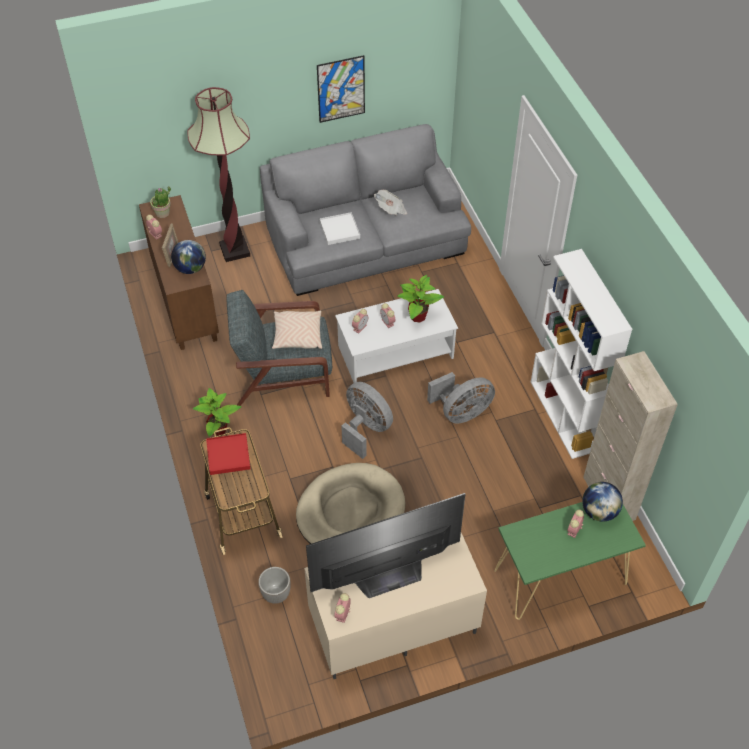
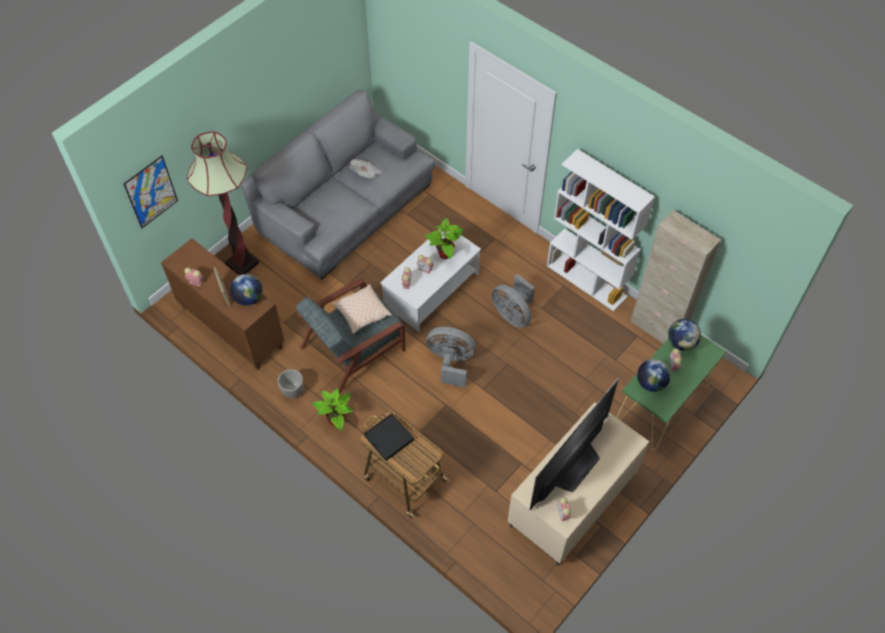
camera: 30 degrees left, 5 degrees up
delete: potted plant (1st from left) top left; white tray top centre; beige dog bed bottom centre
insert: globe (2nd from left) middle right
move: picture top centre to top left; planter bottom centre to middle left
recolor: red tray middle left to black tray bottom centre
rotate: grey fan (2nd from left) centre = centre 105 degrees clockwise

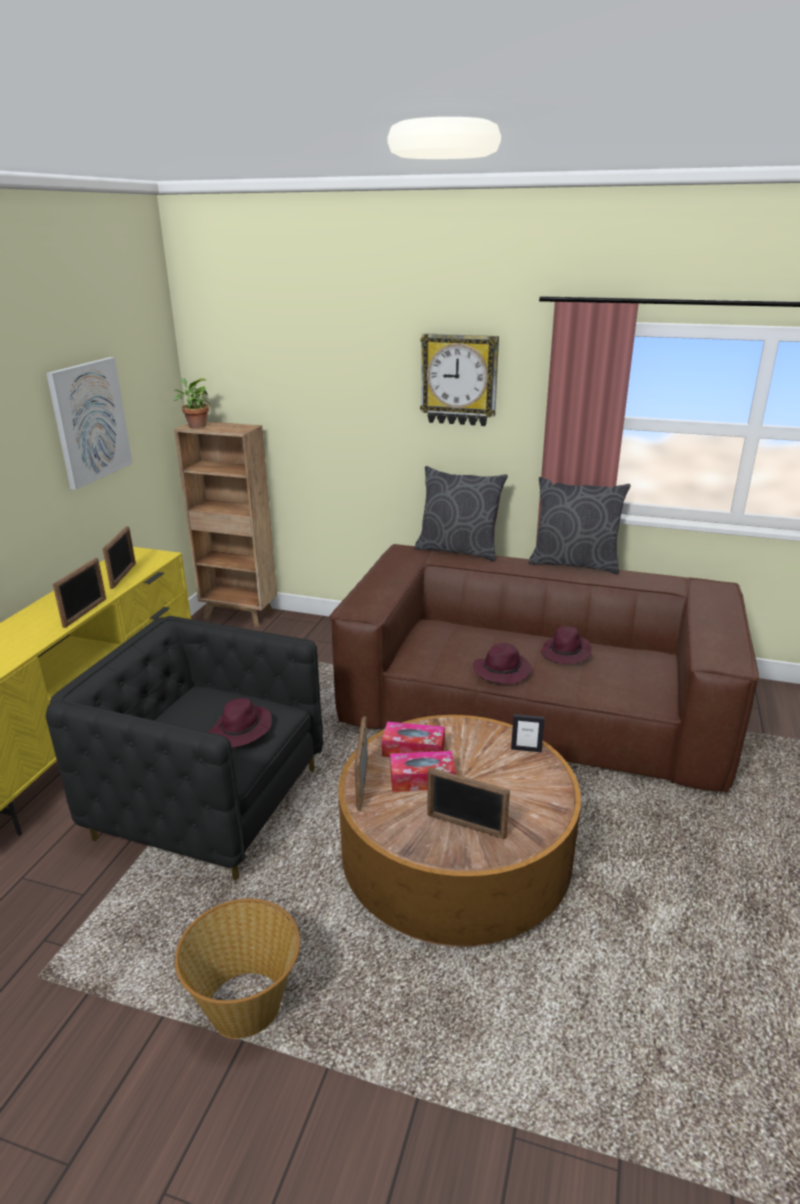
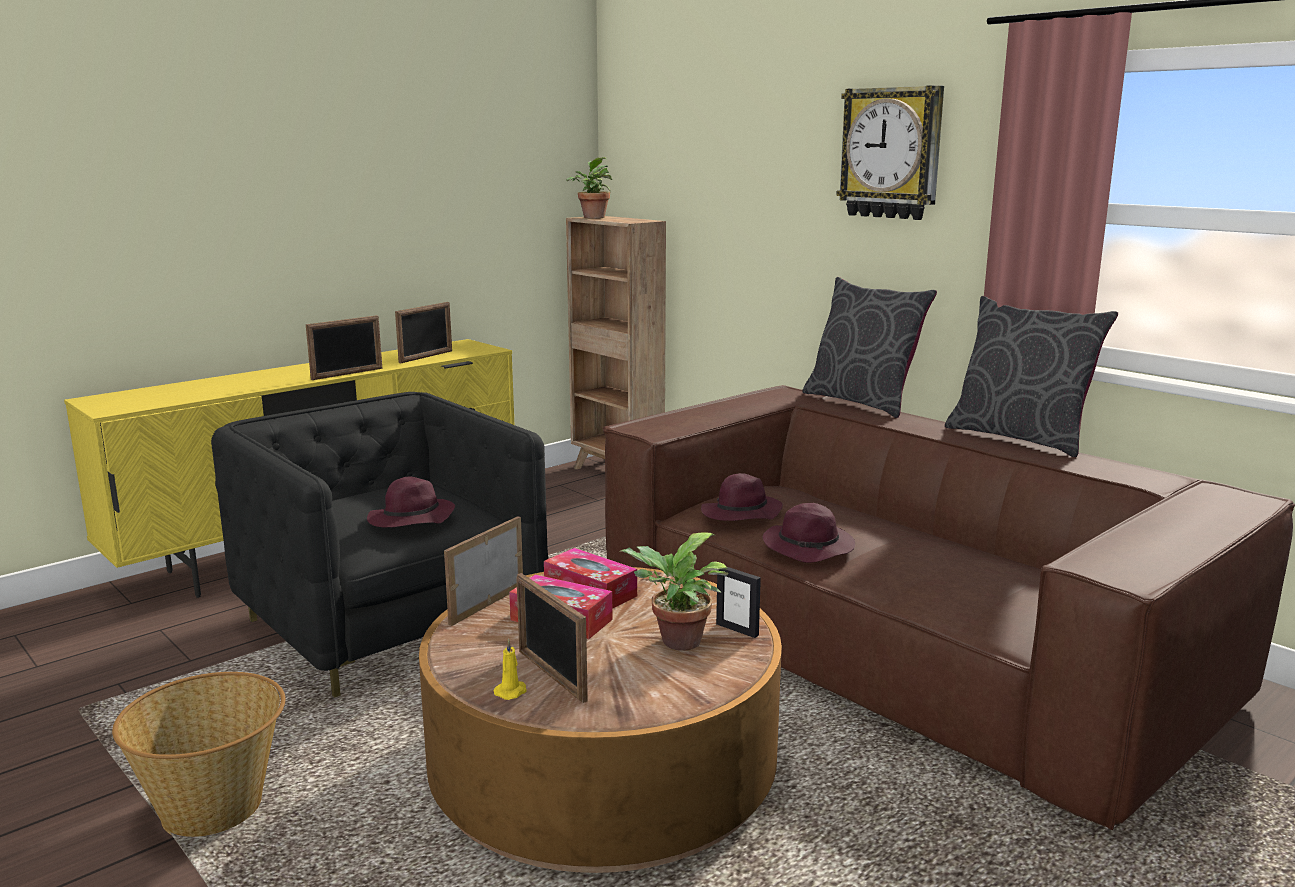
camera: 30 degrees right, 10 degrees down
delete: picture middle left
insert: potted plant (2nd from left) centre; yellow candle bottom centre
move: purple hat (3rd from left in the first image) middle right to purple hat (2nd from left) centre

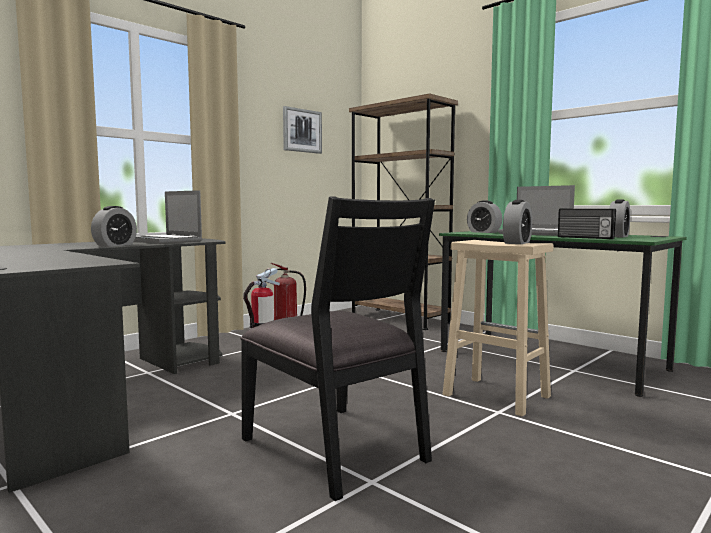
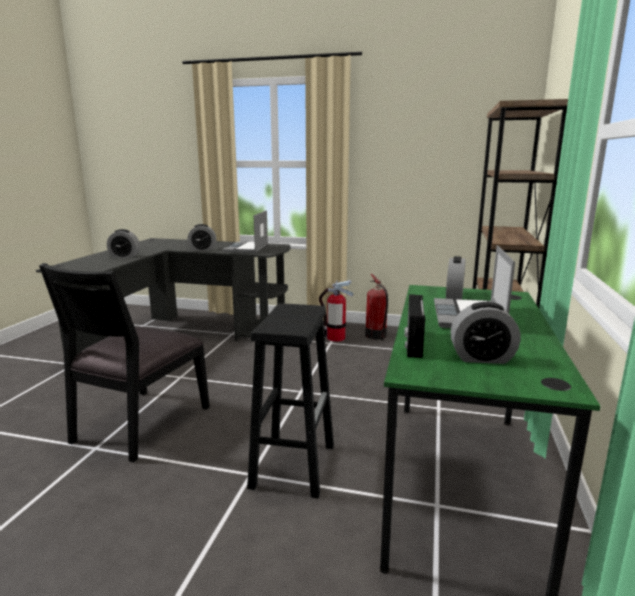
camera: 60 degrees right, 10 degrees up
delete: picture top centre
move: alarm clock (3rd from left in the first image) middle right to alarm clock (1st from left) middle left
recolor: beige stool middle right to black stool bottom centre

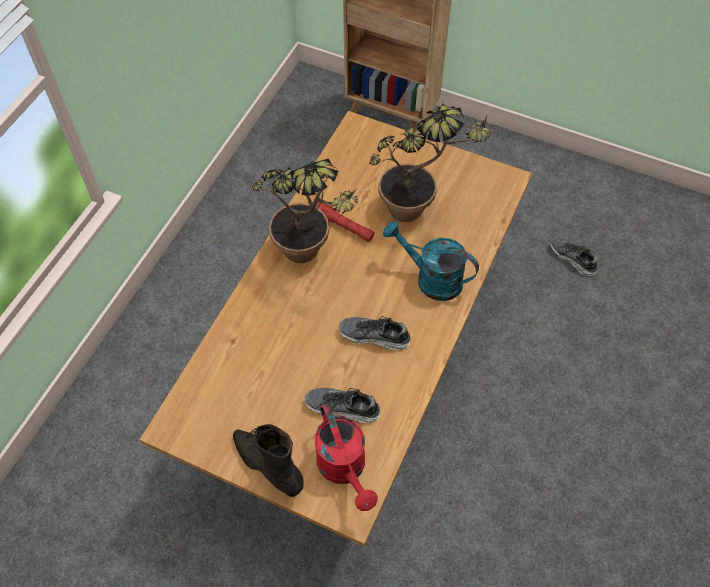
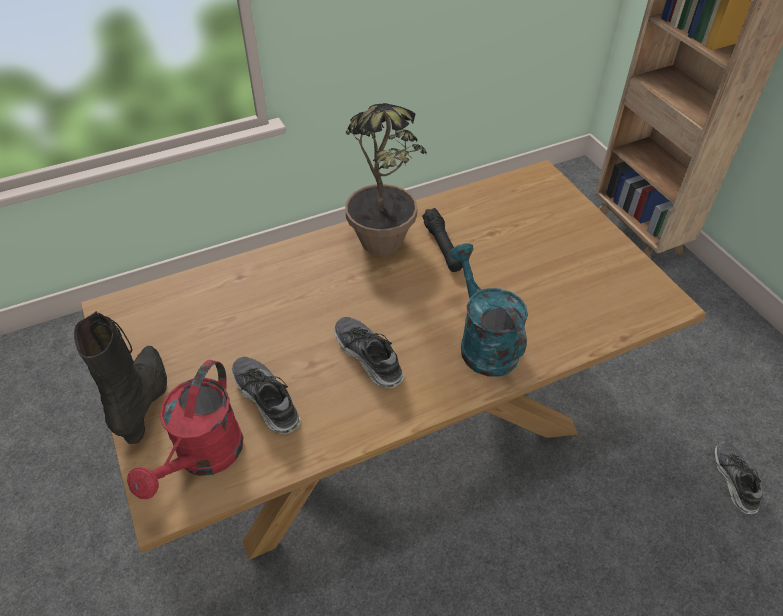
camera: 40 degrees right, 10 degrees down
delete: potted plant (2nd from left) top centre
recolor: red flashlight centre to black flashlight centre

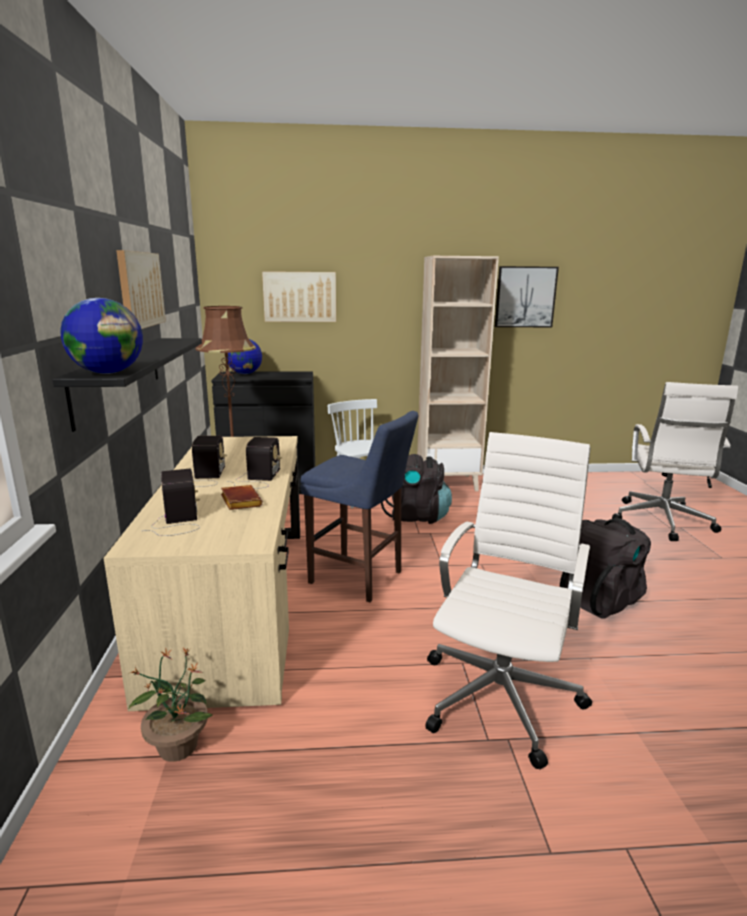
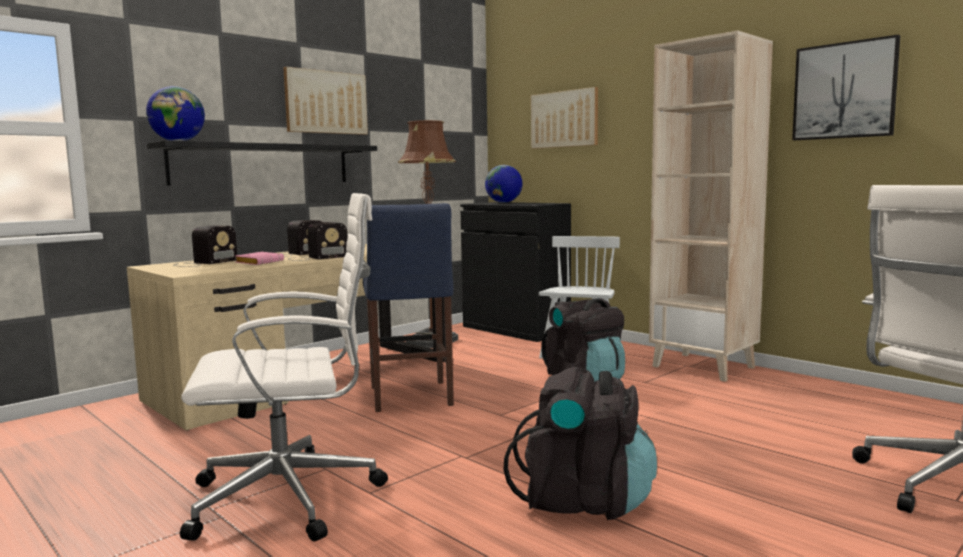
camera: 50 degrees right, 10 degrees down
delete: potted plant bottom left
recolor: brown book middle left to pink book middle left

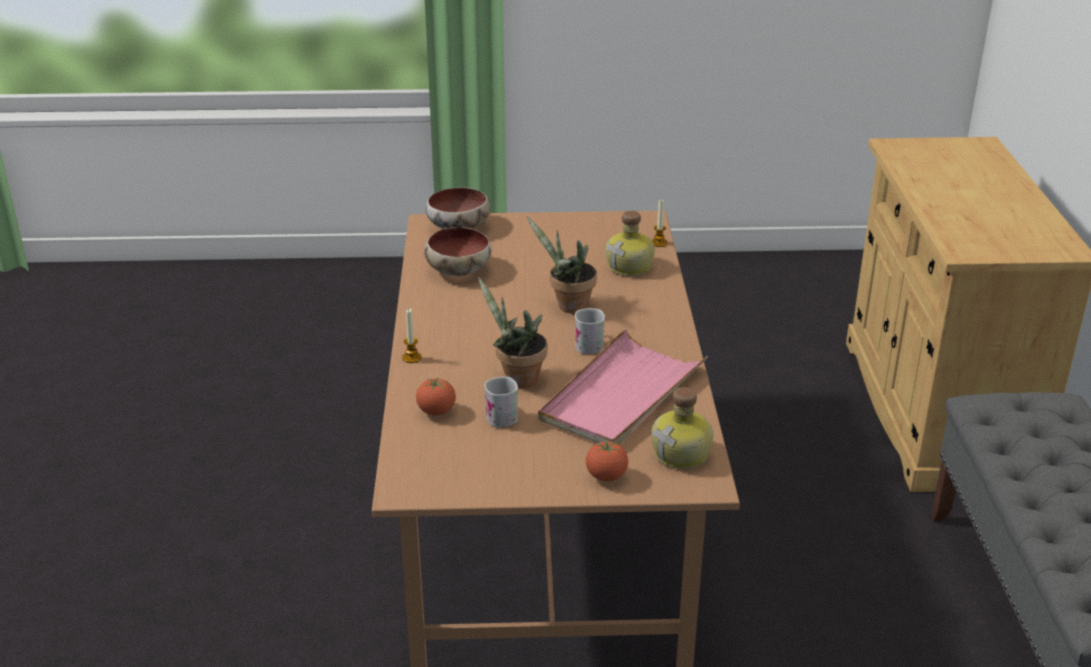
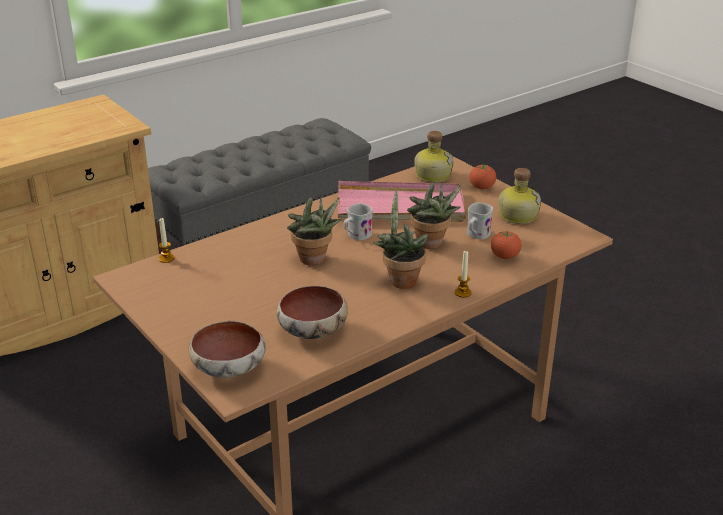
camera: 125 degrees left, 0 degrees up
insert: potted plant (2nd from left) centre
move: bottle (1st from left in the first image) centre to bottle (2nd from left) middle right

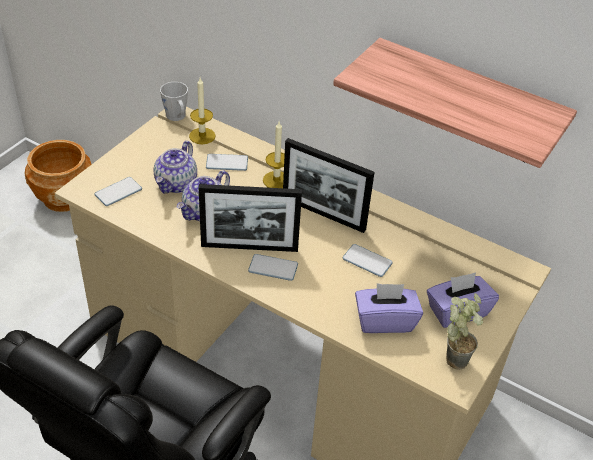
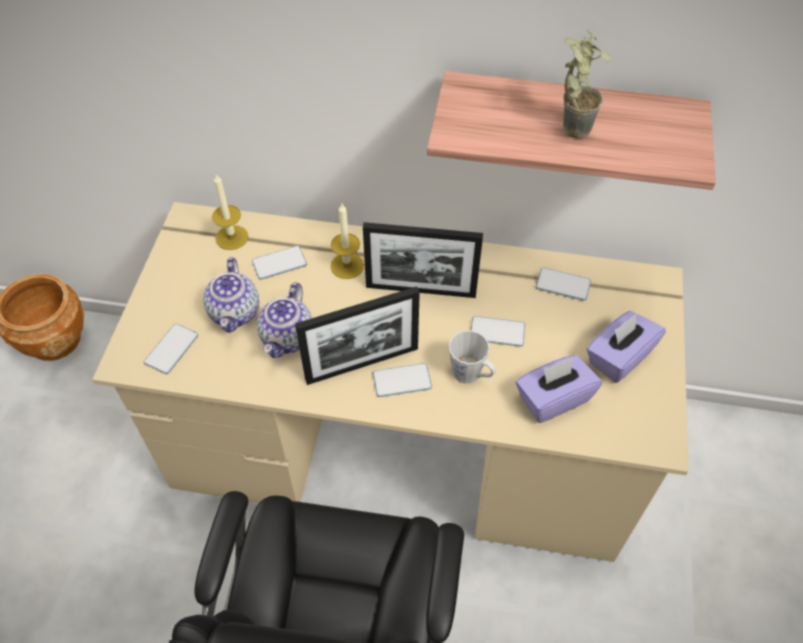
camera: 20 degrees left, 10 degrees up
insert: phone (5th from left) middle right
move: grey mug top left to centre; potted plant bottom right to top right

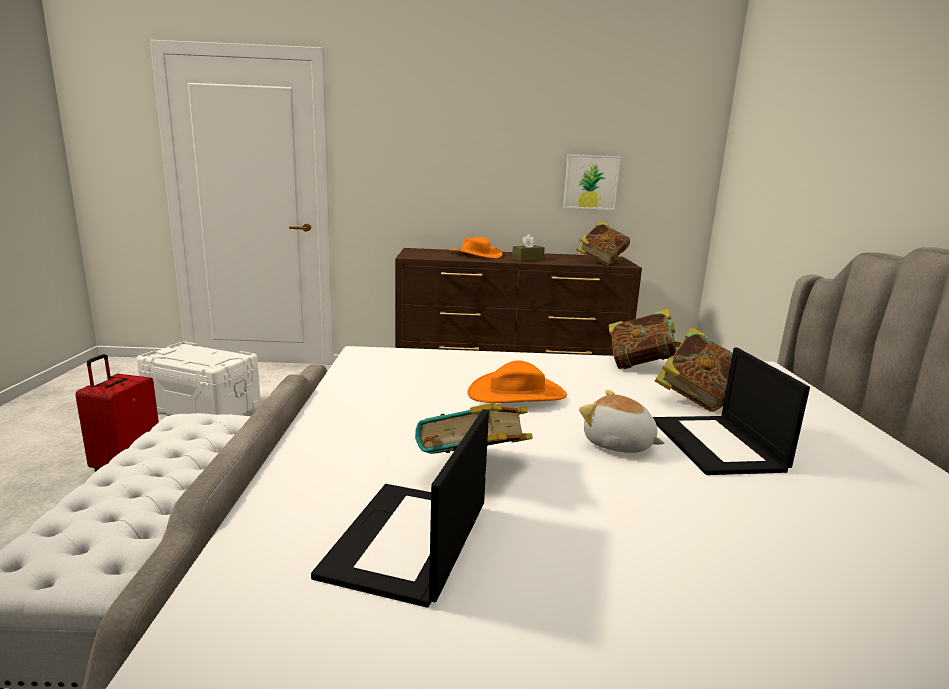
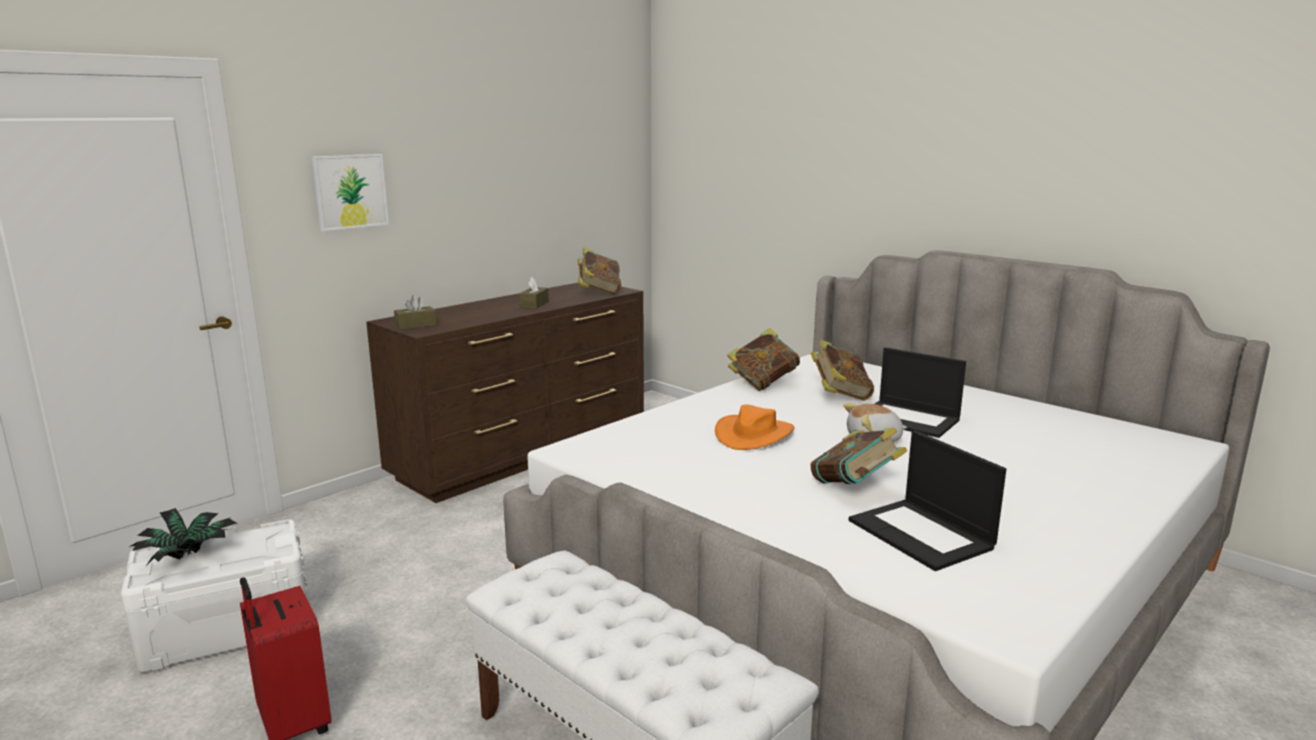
camera: 45 degrees left, 0 degrees up
delete: orange hat (1st from left) centre
insert: brown tissue box (1st from left) middle left; potted plant bottom left
move: picture top centre to top left

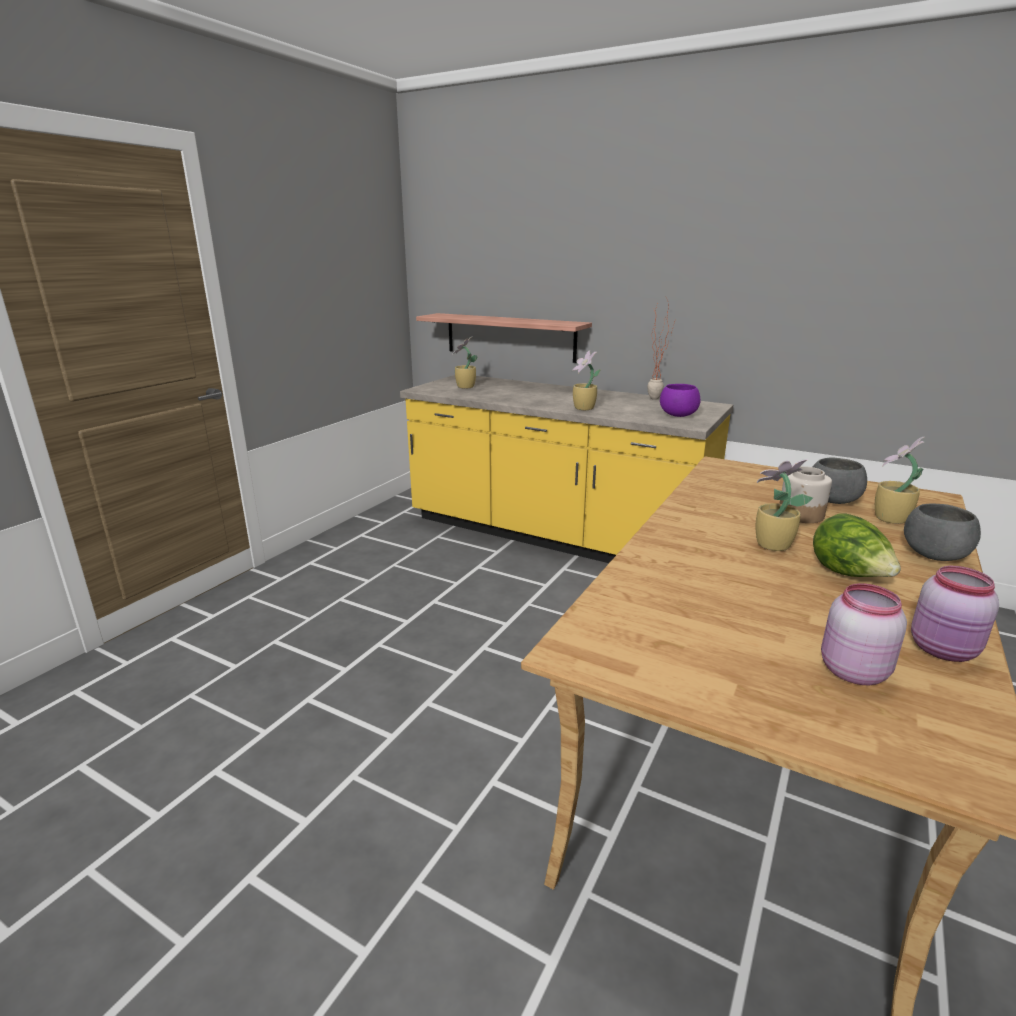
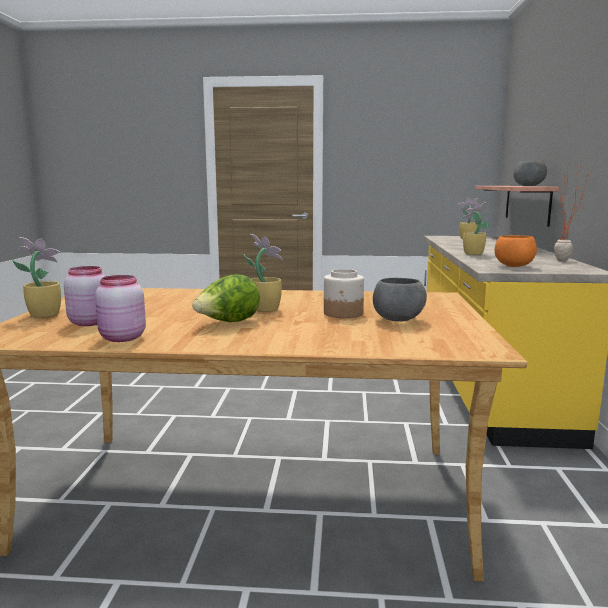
camera: 65 degrees right, 10 degrees down
move: potted plant (5th from left in the first image) middle right to potted plant (1st from left) middle left; grey bowl (2nd from left) middle right to top right
recolor: purple bowl middle right to orange bowl middle right

